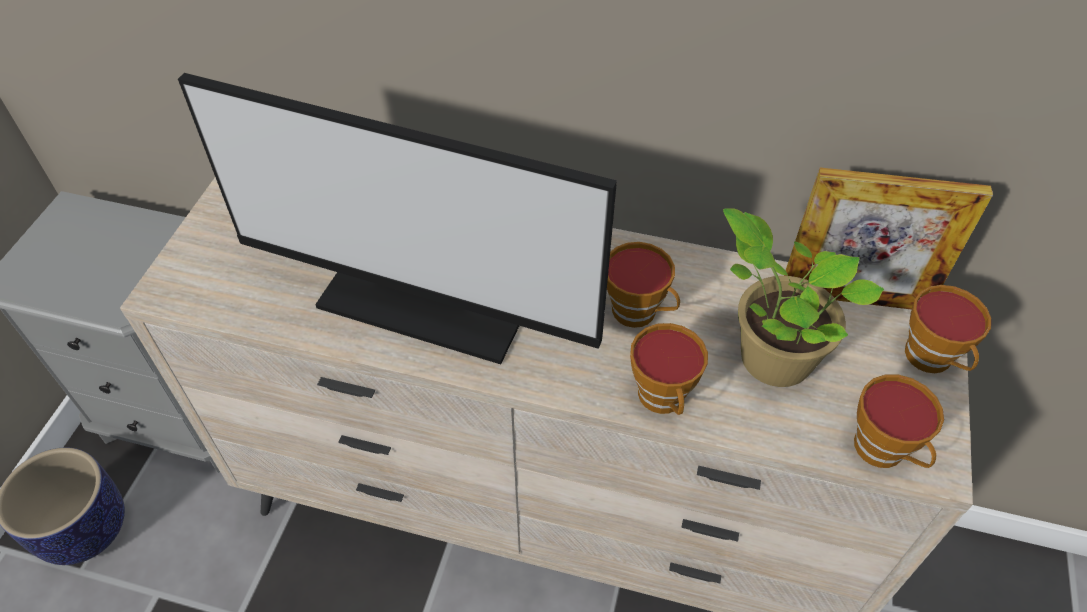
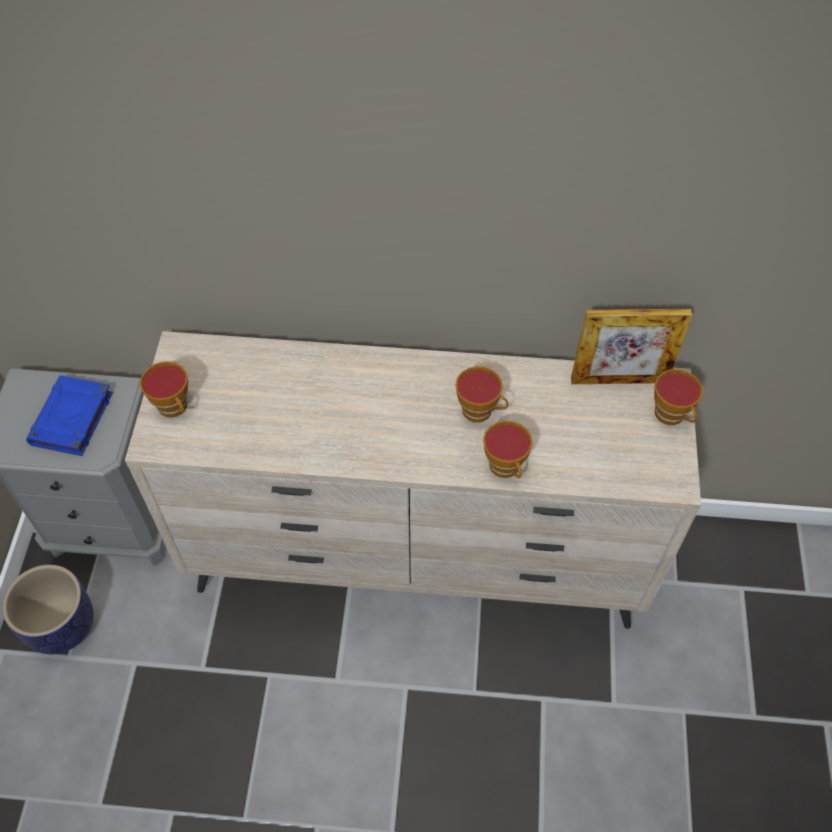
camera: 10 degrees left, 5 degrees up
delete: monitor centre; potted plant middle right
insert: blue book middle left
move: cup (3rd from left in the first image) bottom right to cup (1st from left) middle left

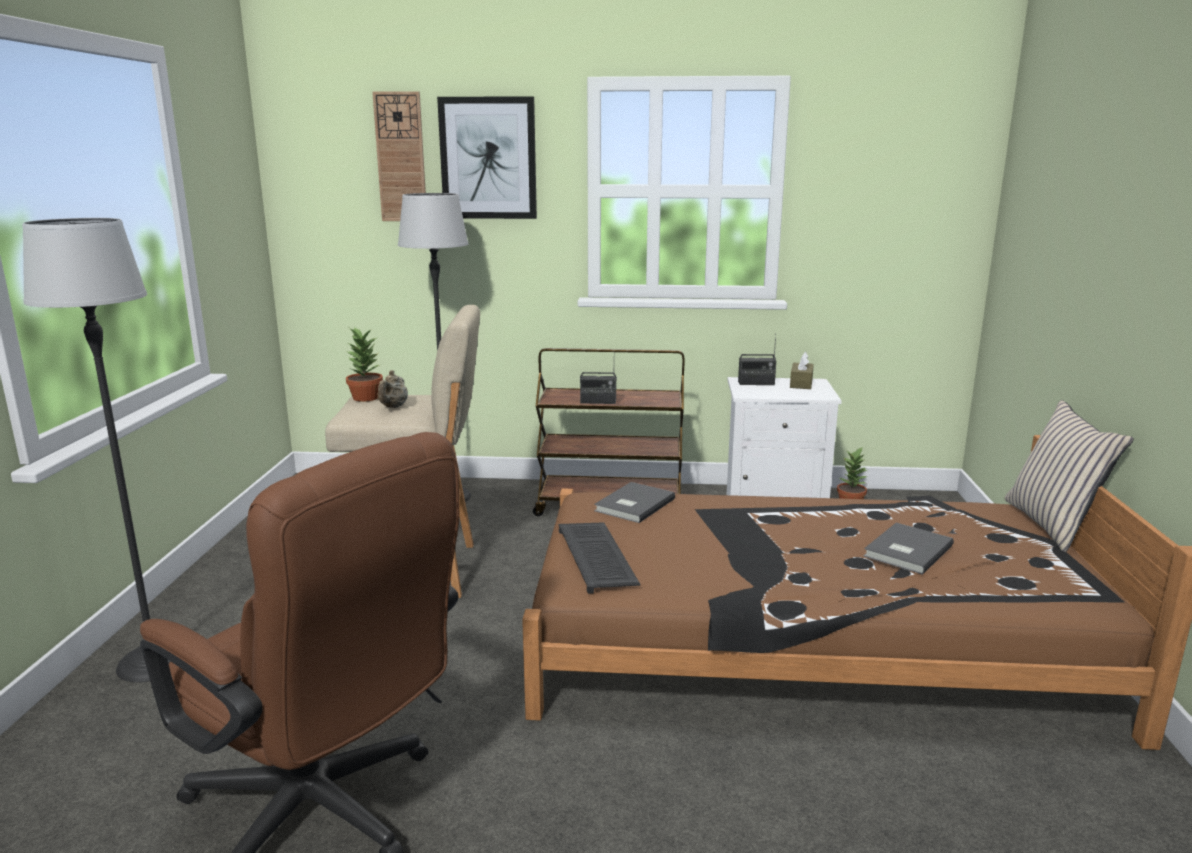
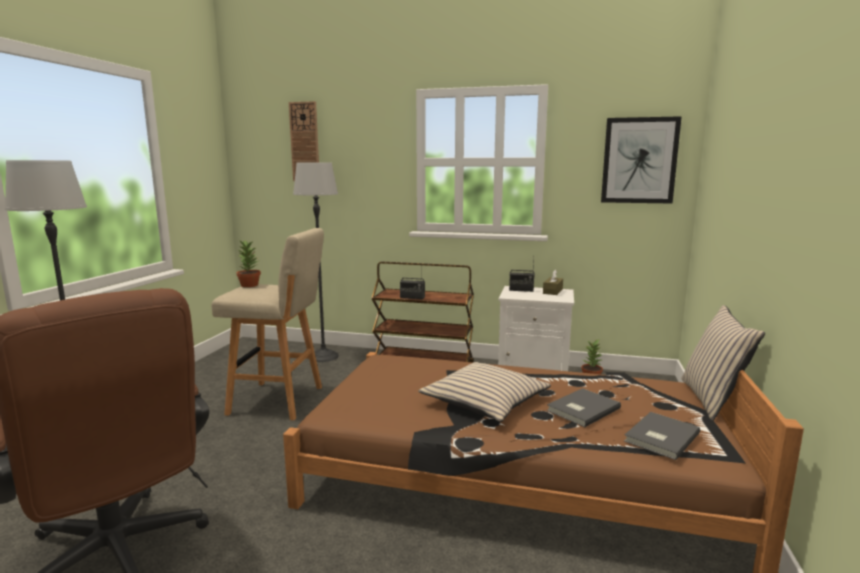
camera: 10 degrees right, 5 degrees down
delete: beige teapot middle left; keyboard centre
insert: beige pillow (1st from left) bottom centre
move: picture top centre to top right; grey book (1st from left in the first image) centre to grey book (2nd from left) bottom right

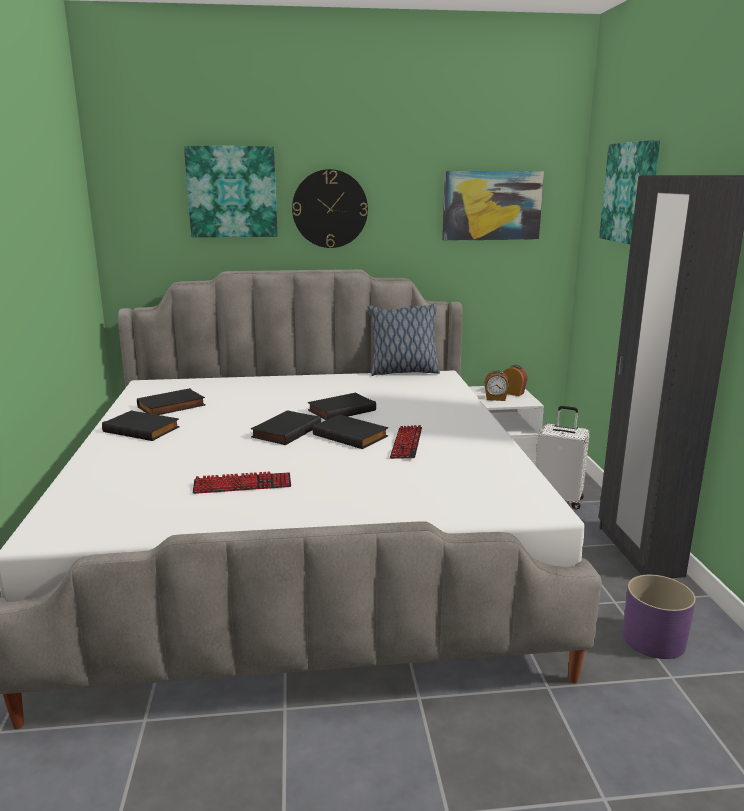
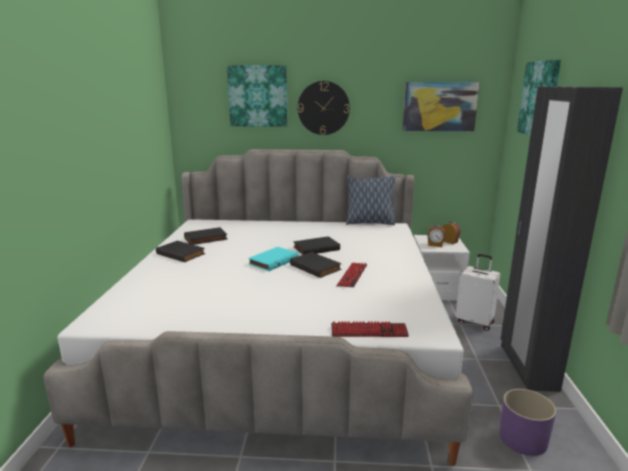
camera: 10 degrees right, 0 degrees up
move: keyboard (1st from left in the first image) middle left to keyboard (2nd from left) bottom centre
recolor: black book (3rd from left) centre to turquoise book centre

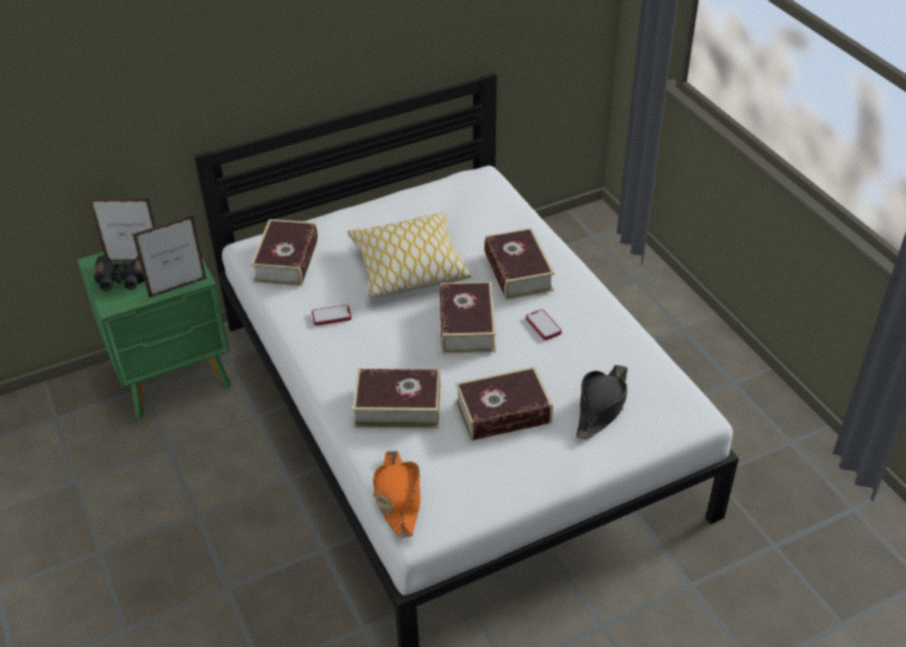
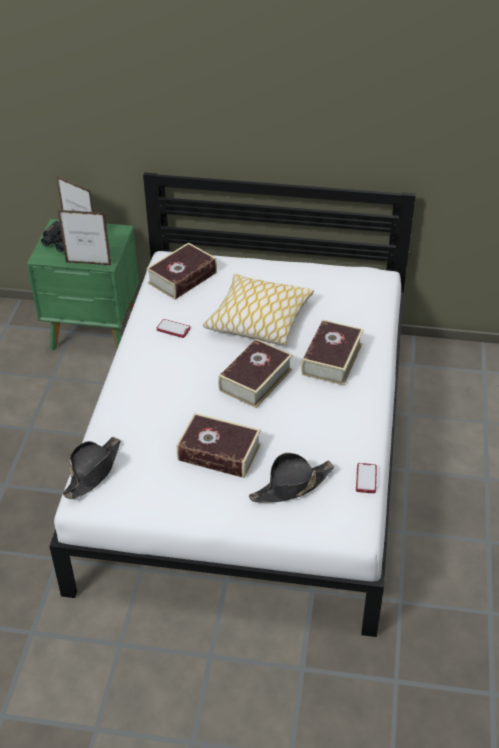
camera: 35 degrees right, 0 degrees up
delete: book (2nd from left) centre
move: phone (2nd from left) centre to middle right
recolor: orange hat bottom centre to black hat (1st from left) middle left

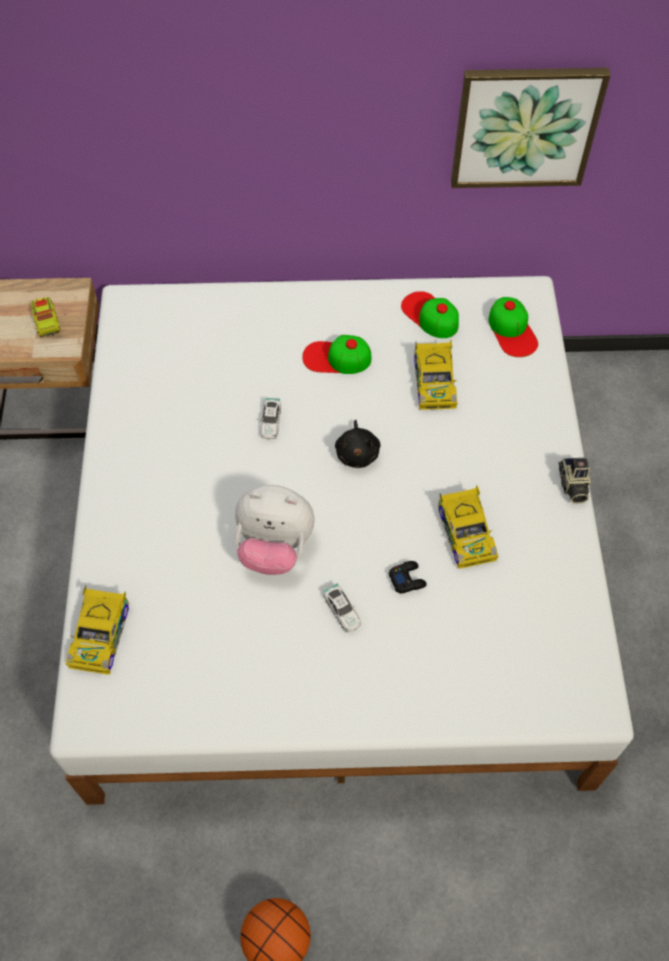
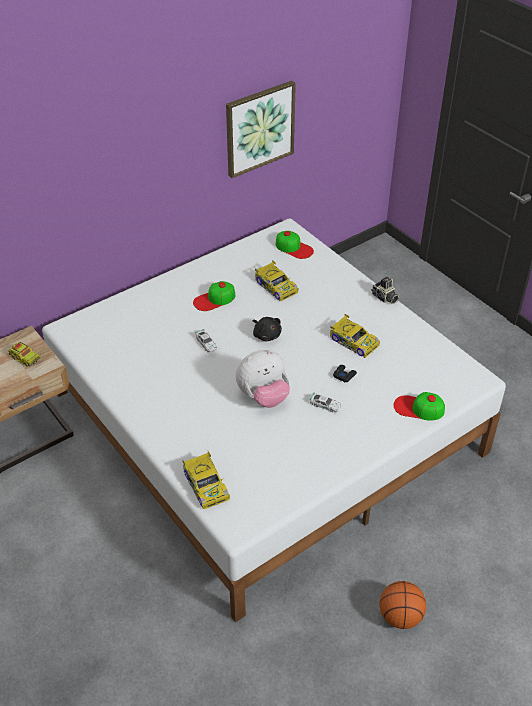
camera: 35 degrees left, 15 degrees down
move: cap (2nd from left in the first image) top centre to cap (3rd from left) middle right

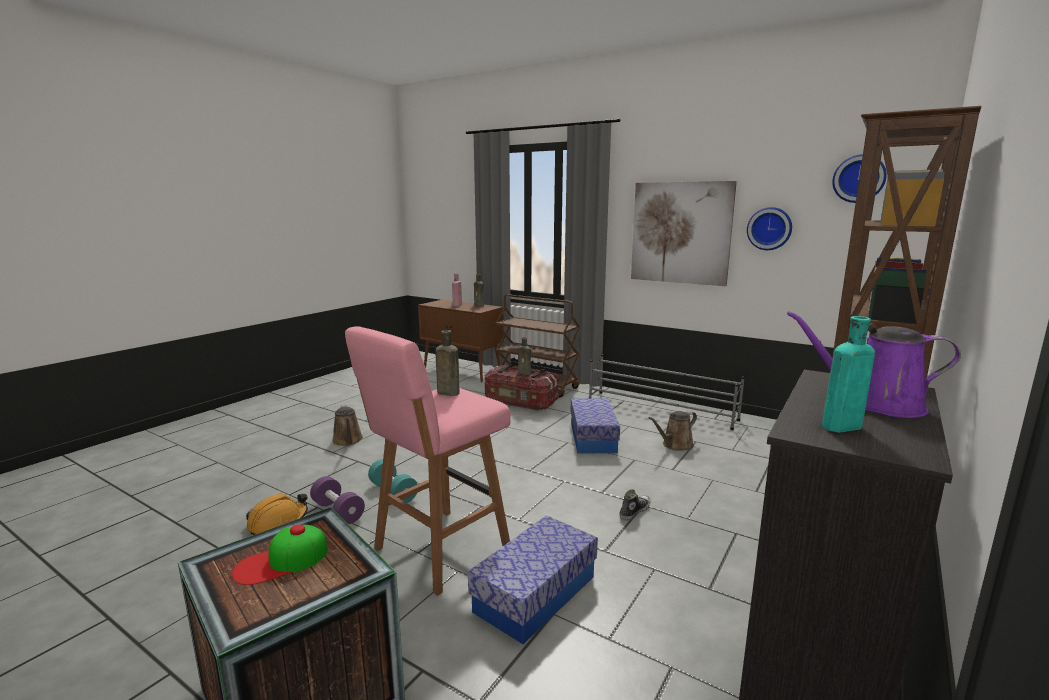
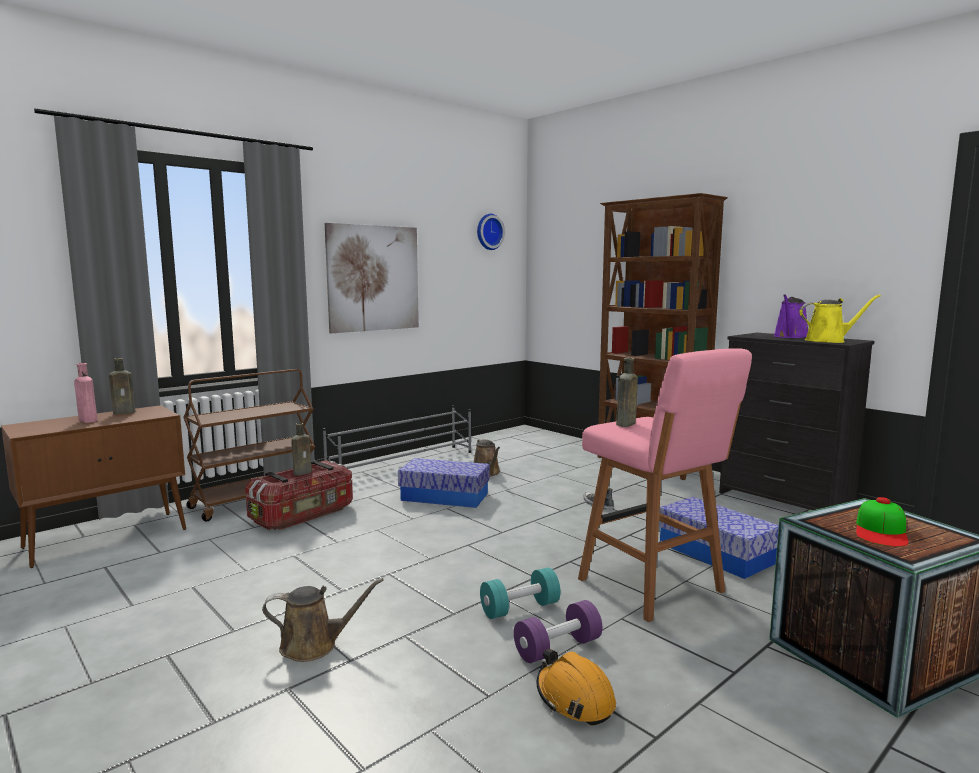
camera: 75 degrees left, 5 degrees down
delete: wall clock (1st from left) top right
replace: turquoise bottle middle right to yellow watering can middle right
rotate: cap bottom left = bottom right 45 degrees clockwise

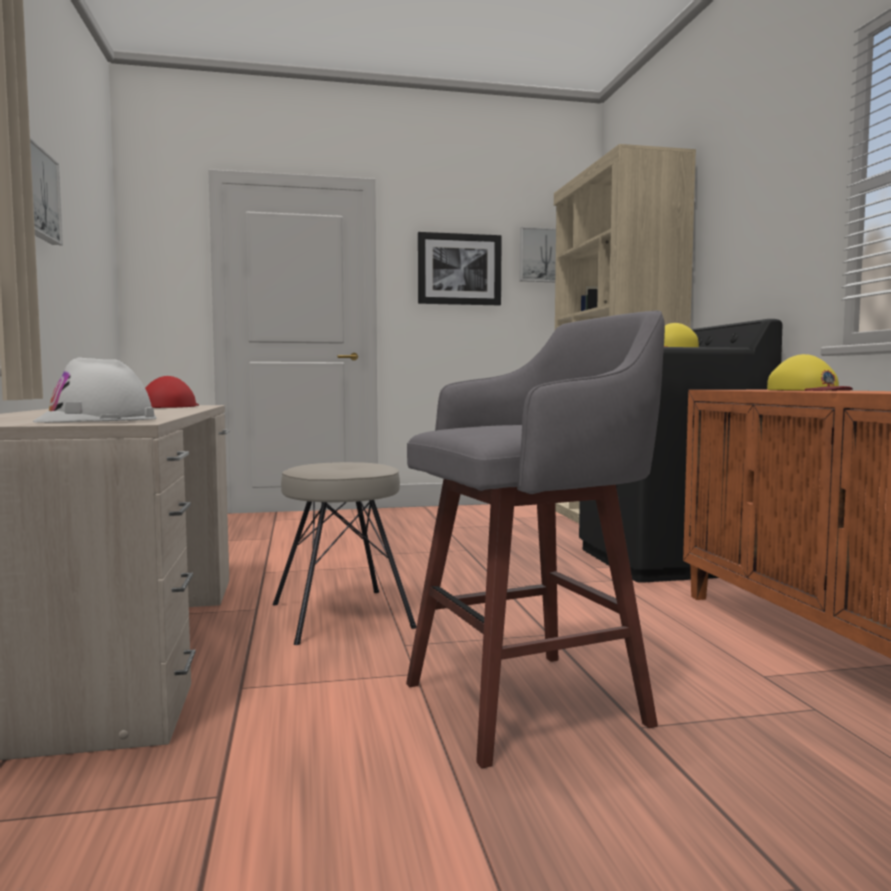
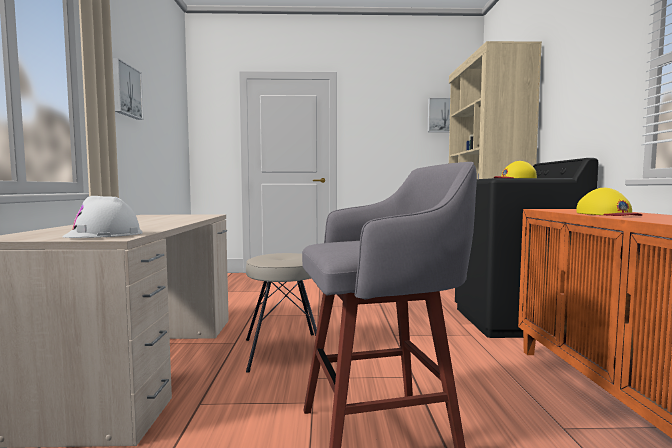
camera: 10 degrees right, 0 degrees up
delete: picture (2nd from left) top centre; red cap middle left

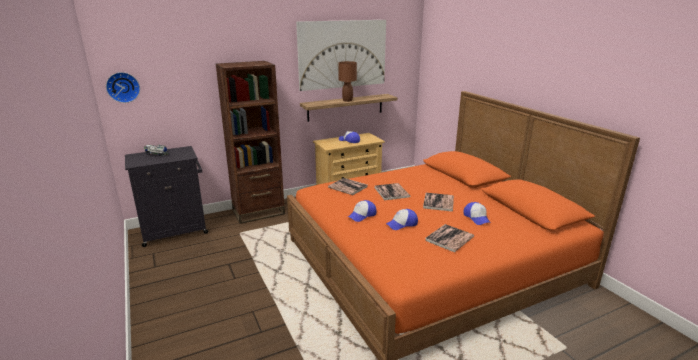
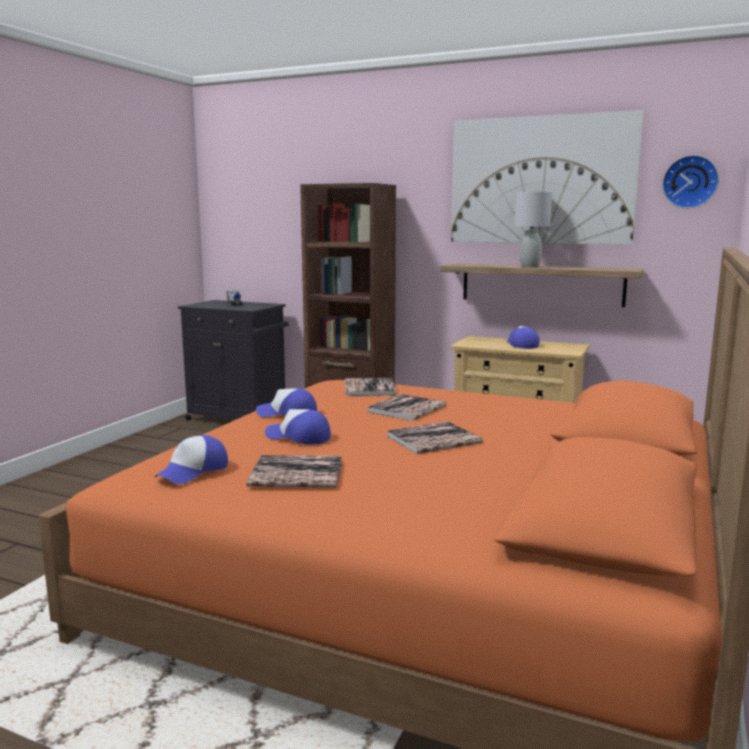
camera: 50 degrees right, 10 degrees down
move: wall clock top left to top right; cap (4th from left in the first image) middle right to cap (1st from left) middle left
recolor: brown table lamp top centre to grey table lamp top right

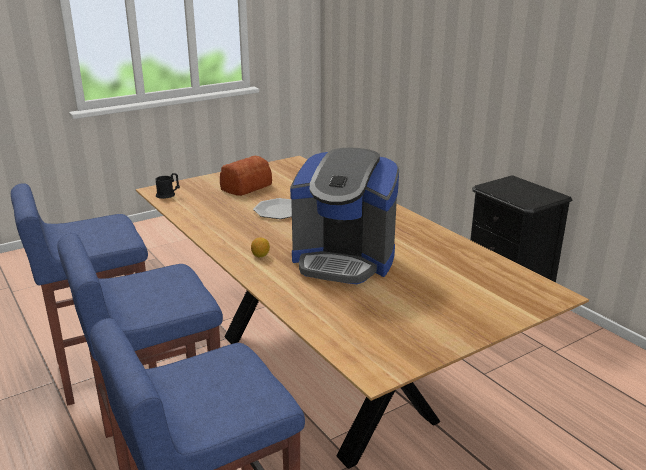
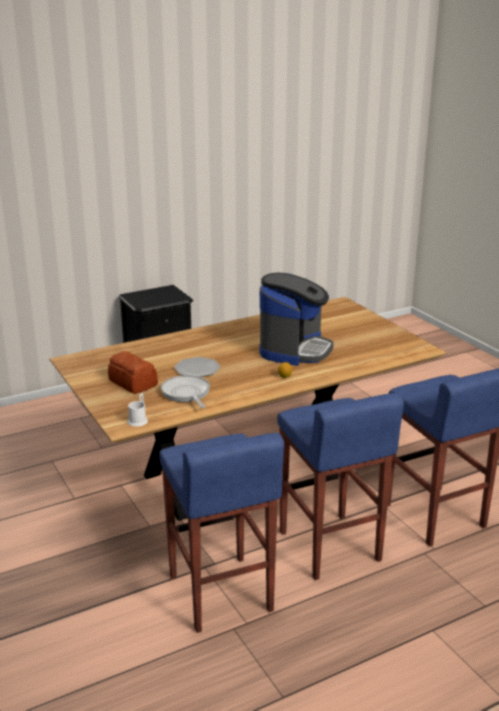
camera: 85 degrees left, 0 degrees up
insert: frying pan centre
recolor: black mug middle left to white mug middle left

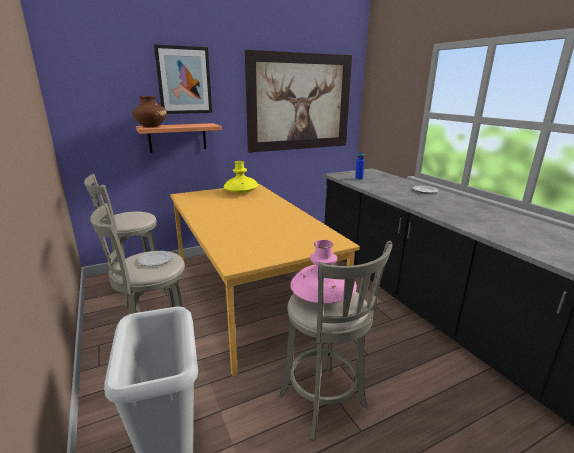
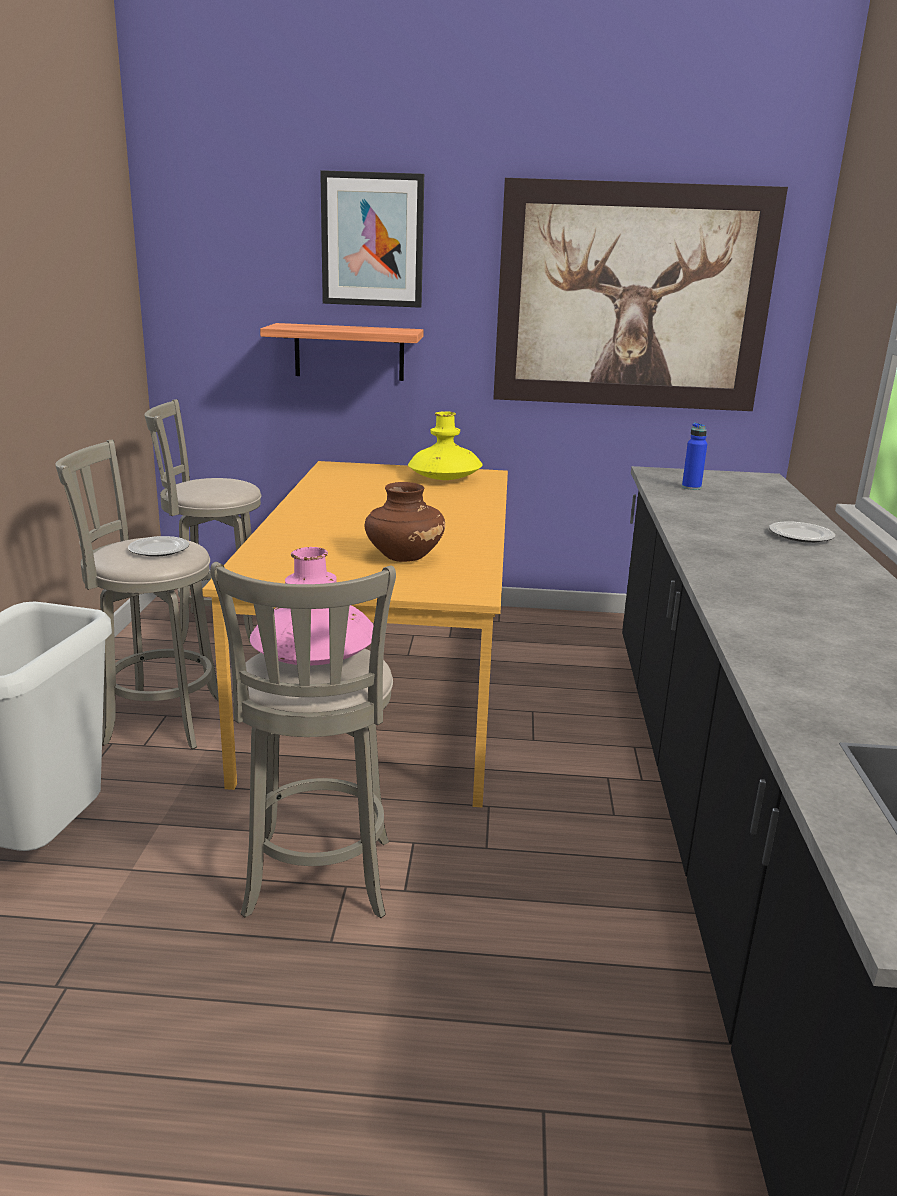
camera: 30 degrees right, 0 degrees up
move: brown vase top left to centre

